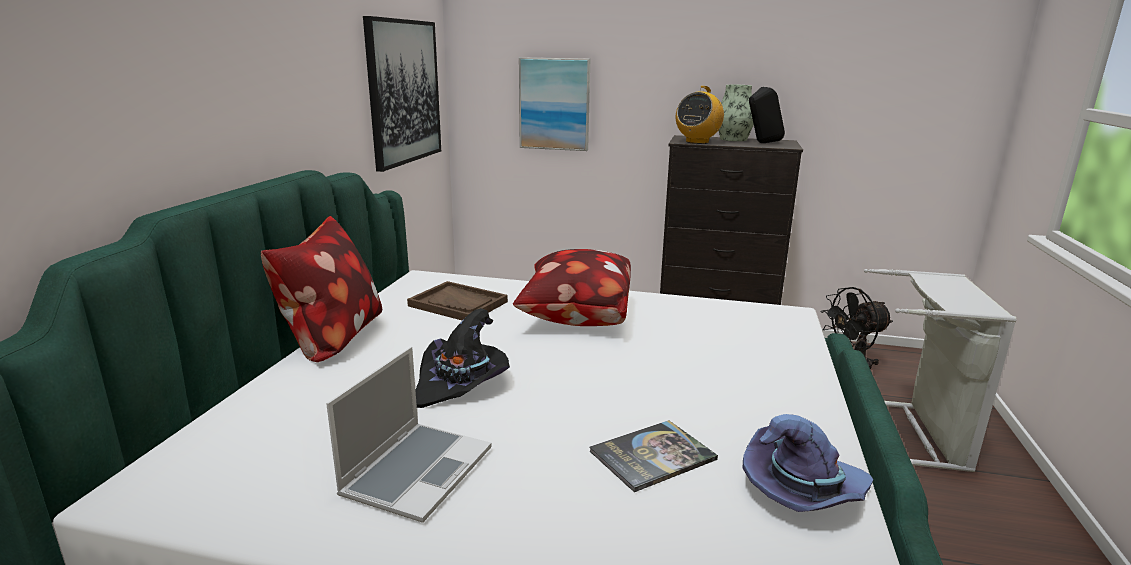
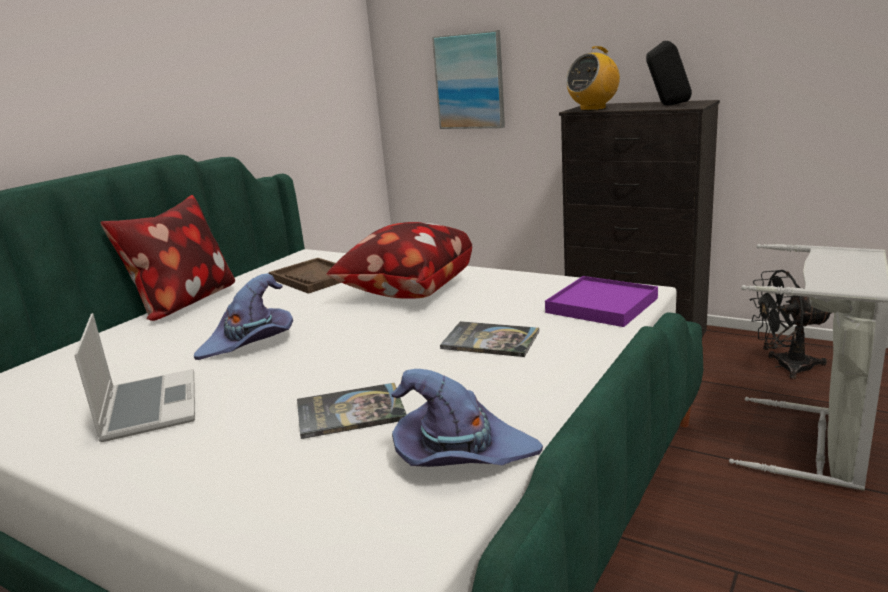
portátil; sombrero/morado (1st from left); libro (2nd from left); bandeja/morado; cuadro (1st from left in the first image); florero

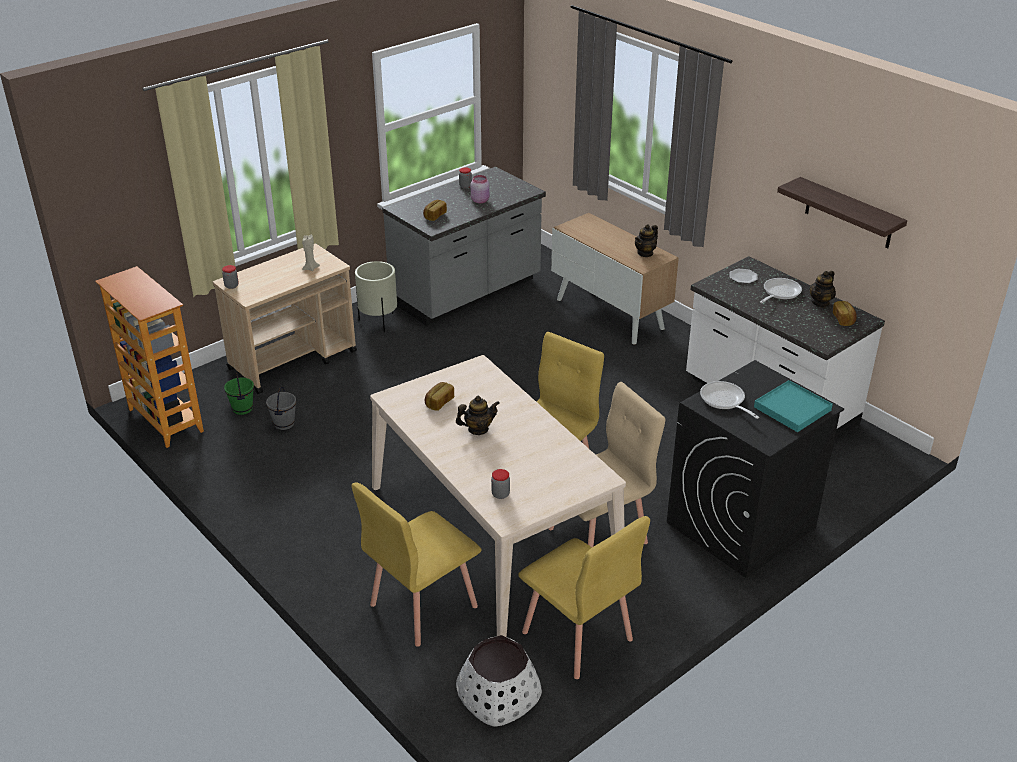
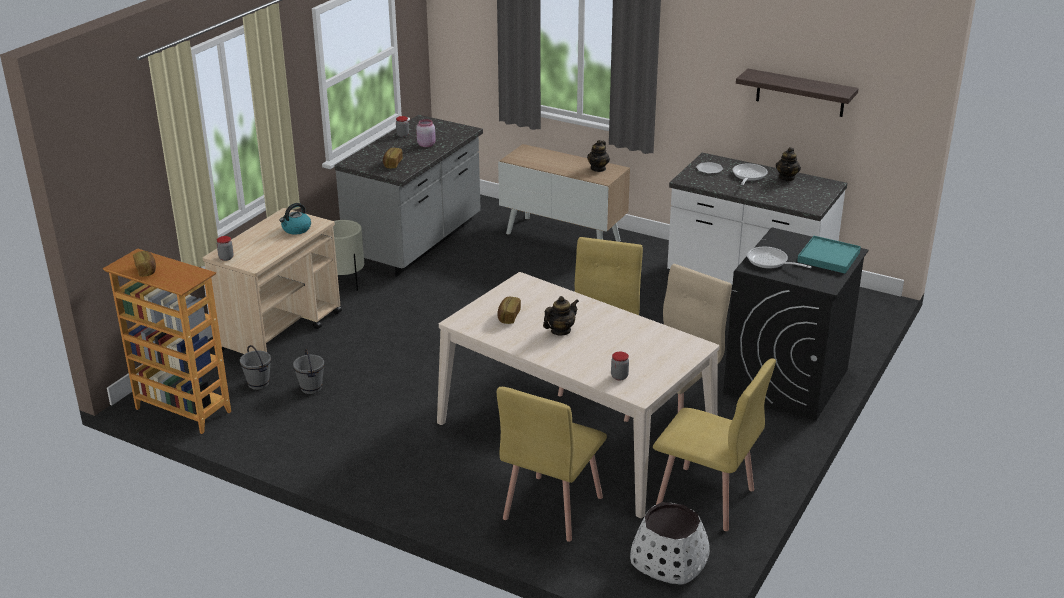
pan (1st from left); cubo/gris (1st from left); hervidor

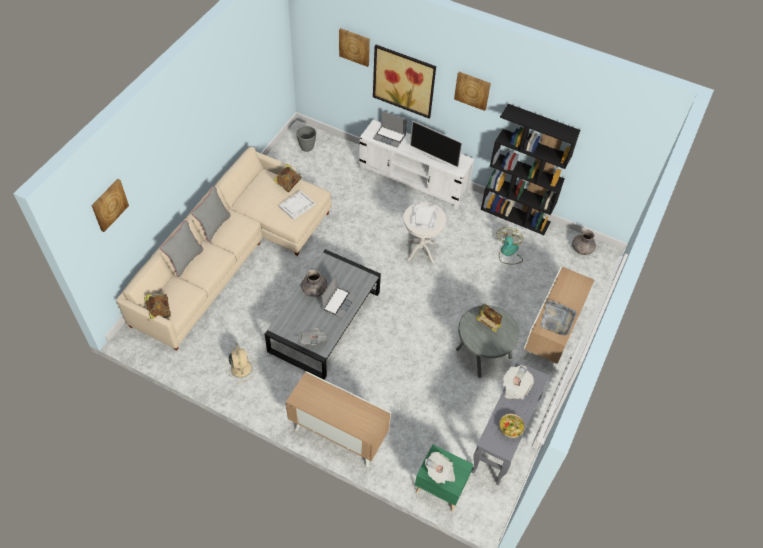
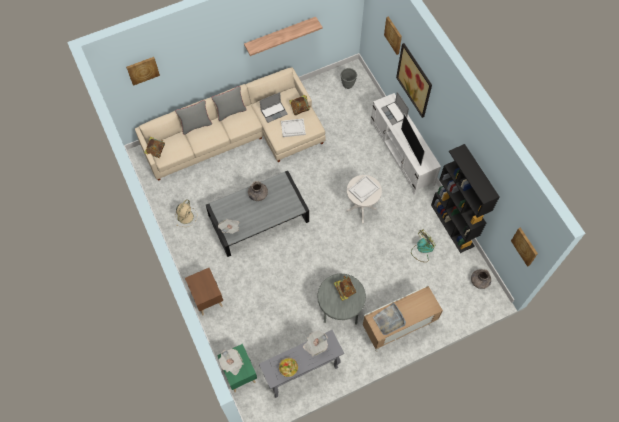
mesita de noche/marrón; estante; portátil (1st from left); cuadro (4th from left)

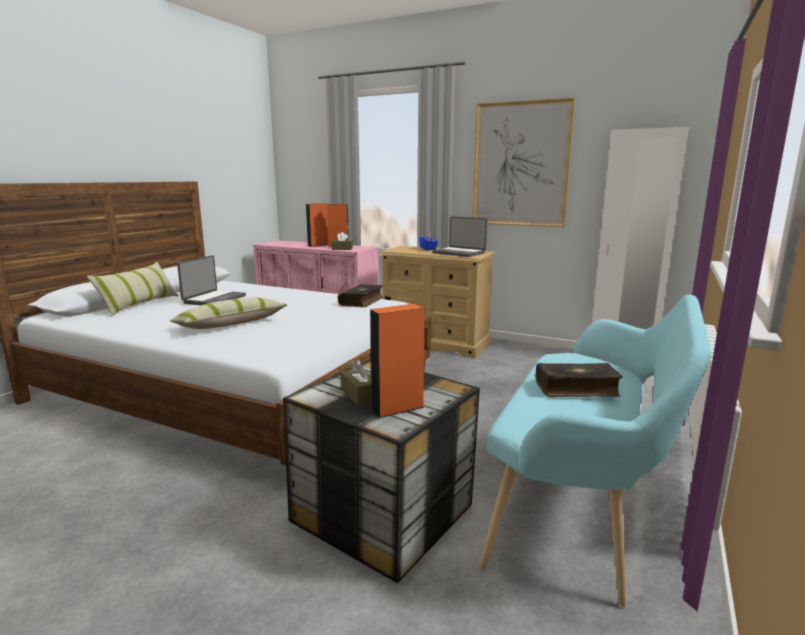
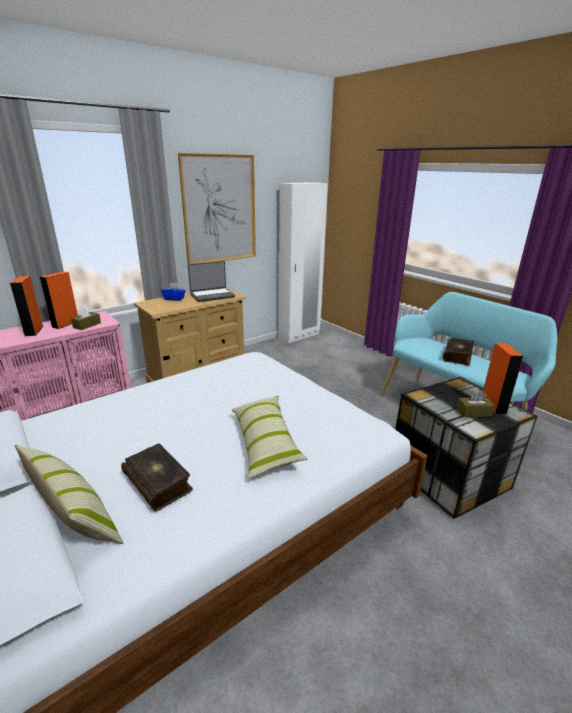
libro (1st from left); portátil (1st from left in the first image)

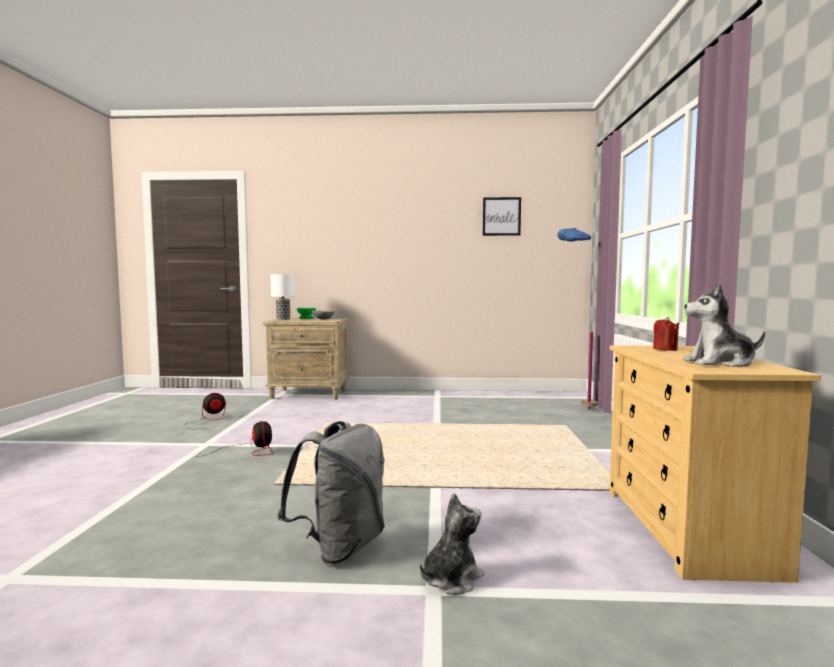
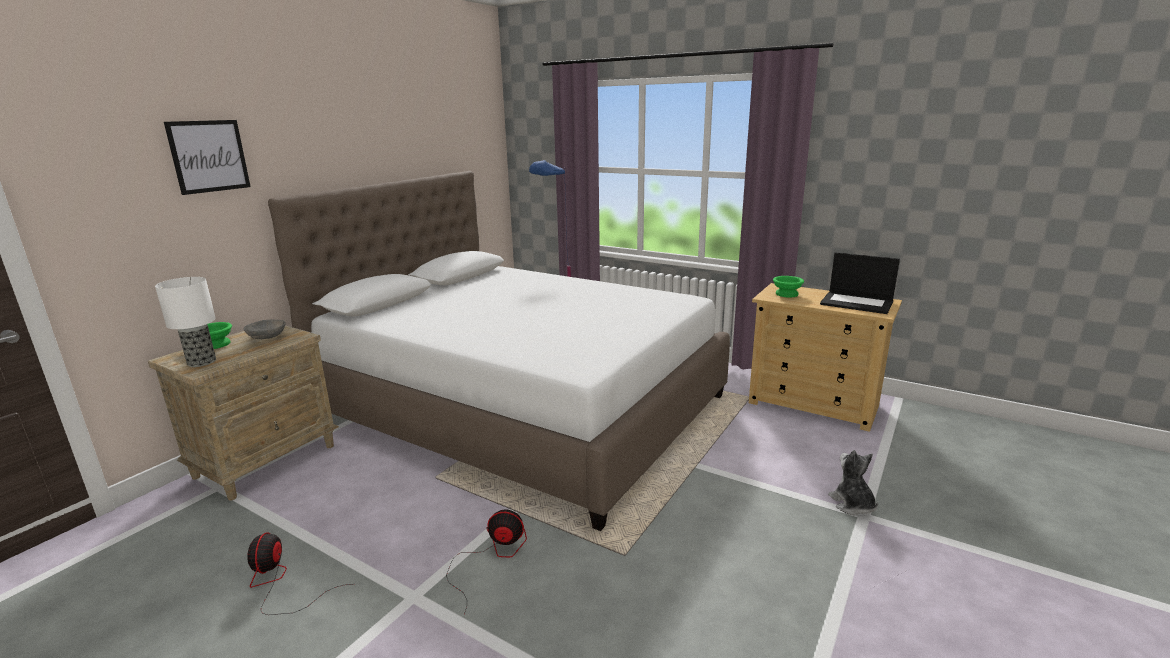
cuadro; cama/blanco; cuenco/verde (2nd from left); portátil; mochila/gris

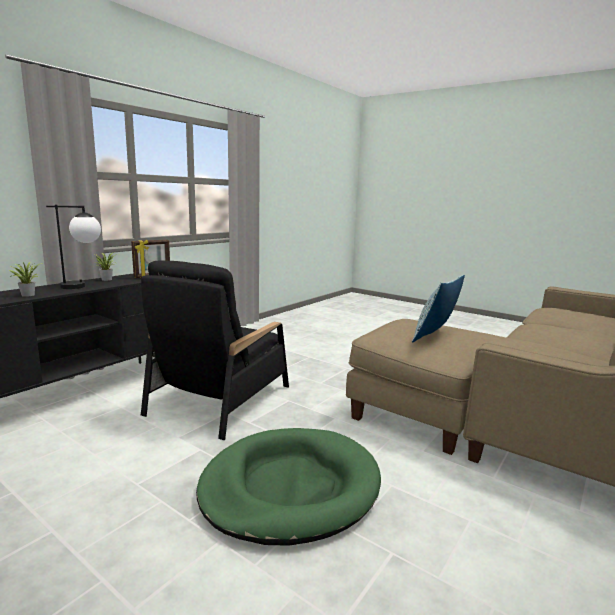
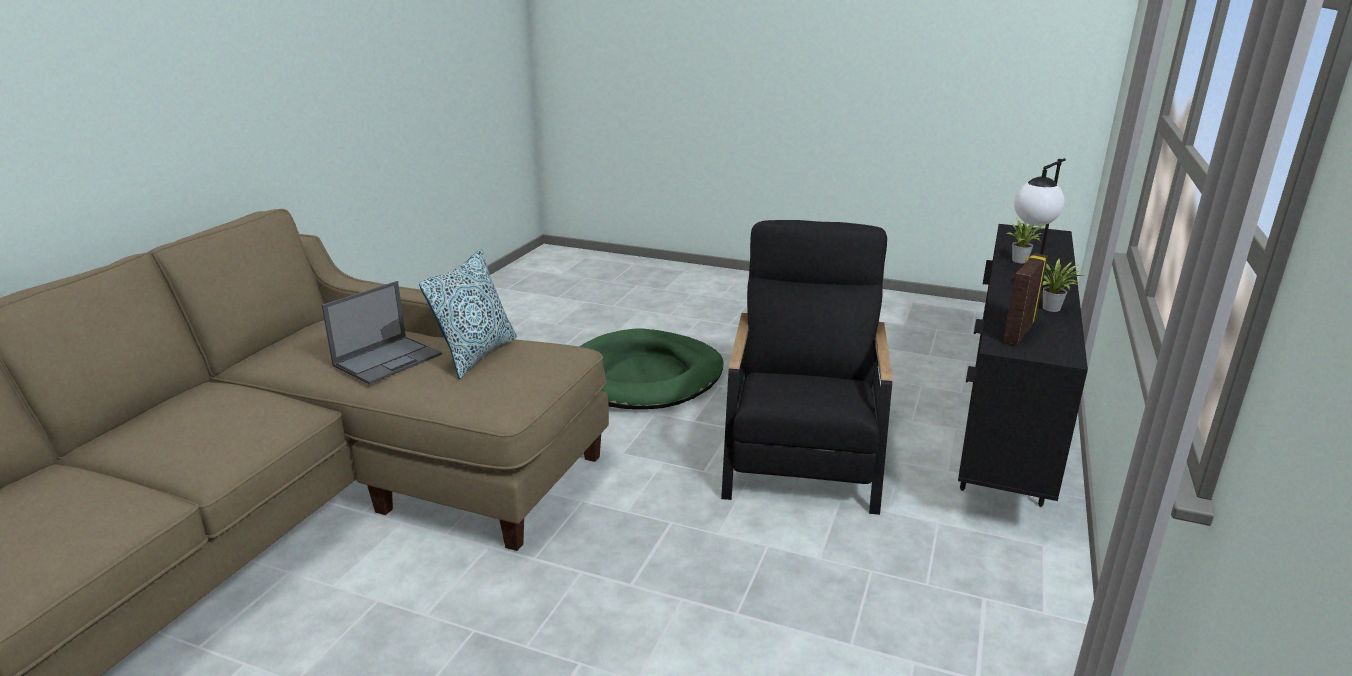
portátil

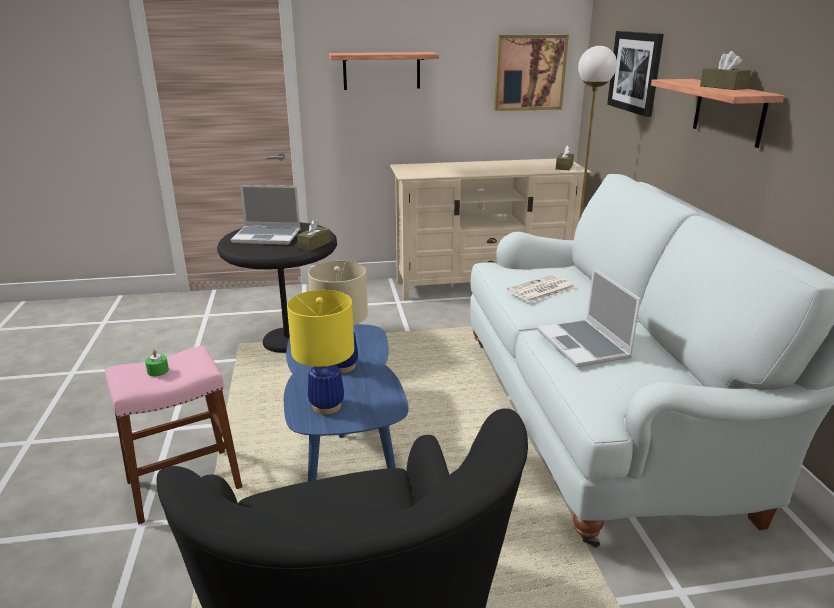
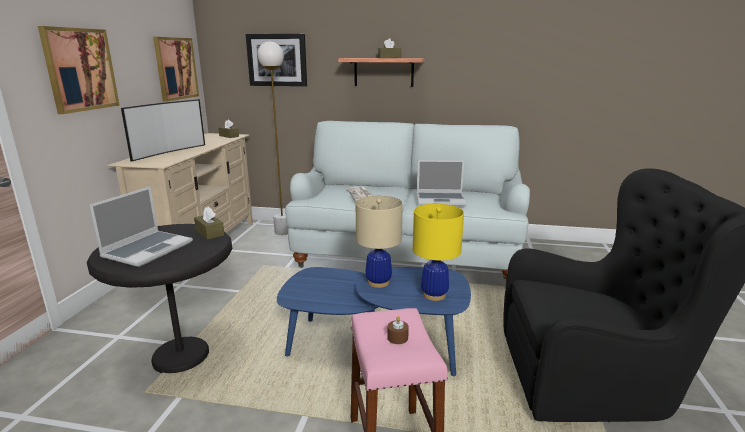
cuadro (1st from left); televisor; vela/marrón

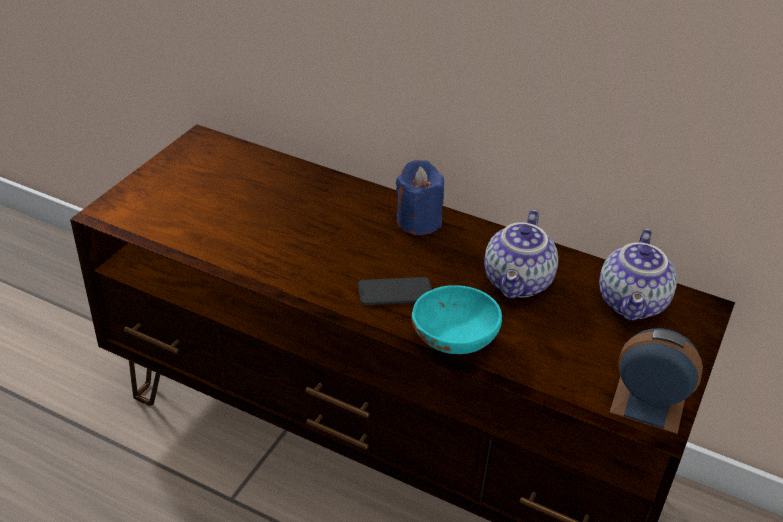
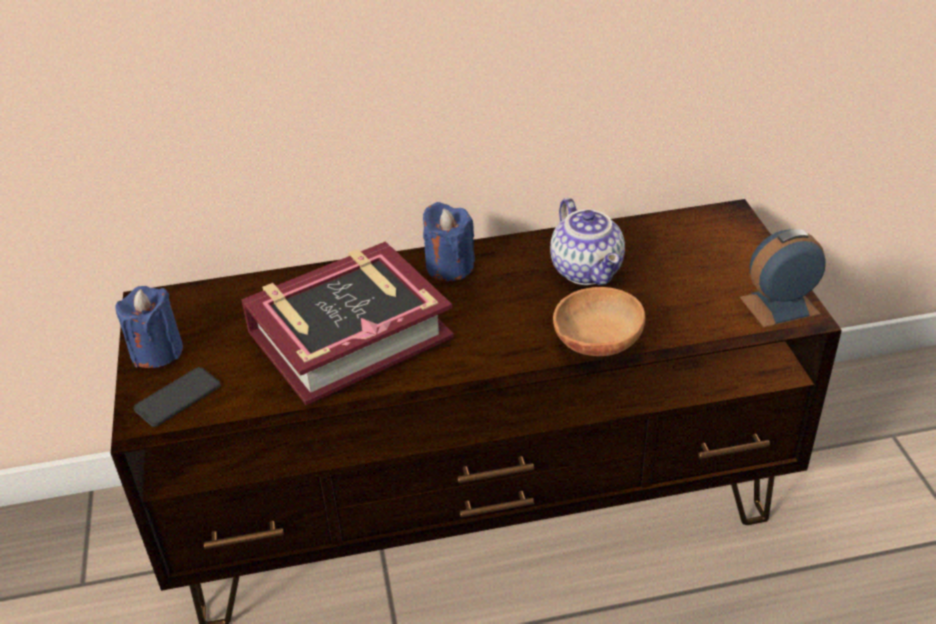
vela/azul (1st from left); móvil; libro; cuenco/marrón; tetera (2nd from left in the first image)

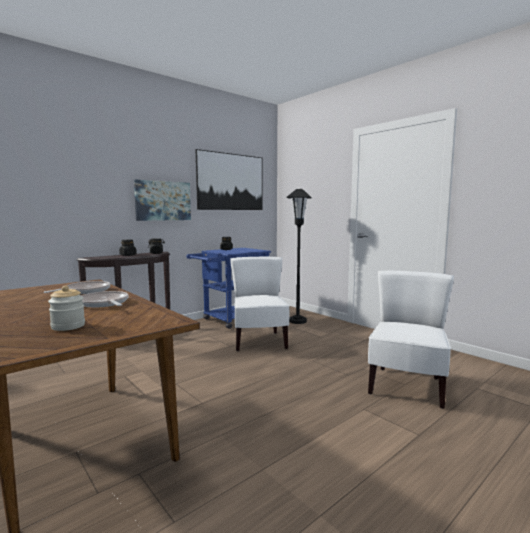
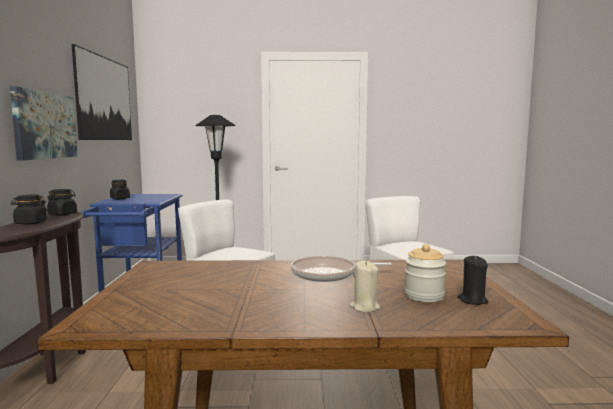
vela/beis; vela/negro; sartén (1st from left in the first image)

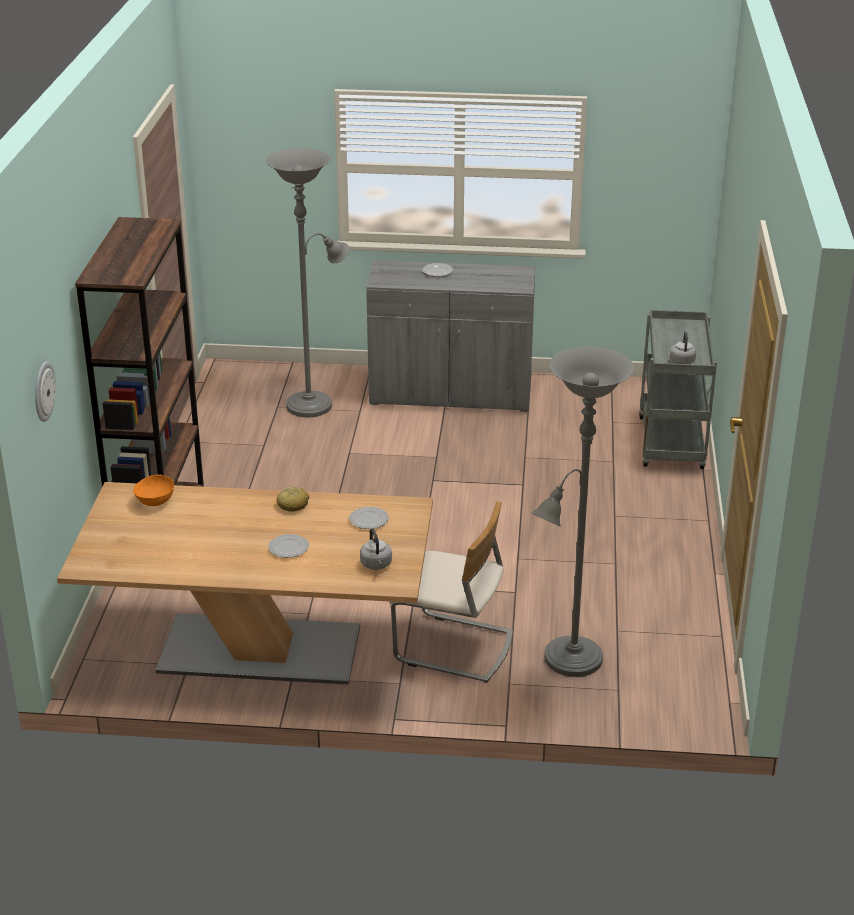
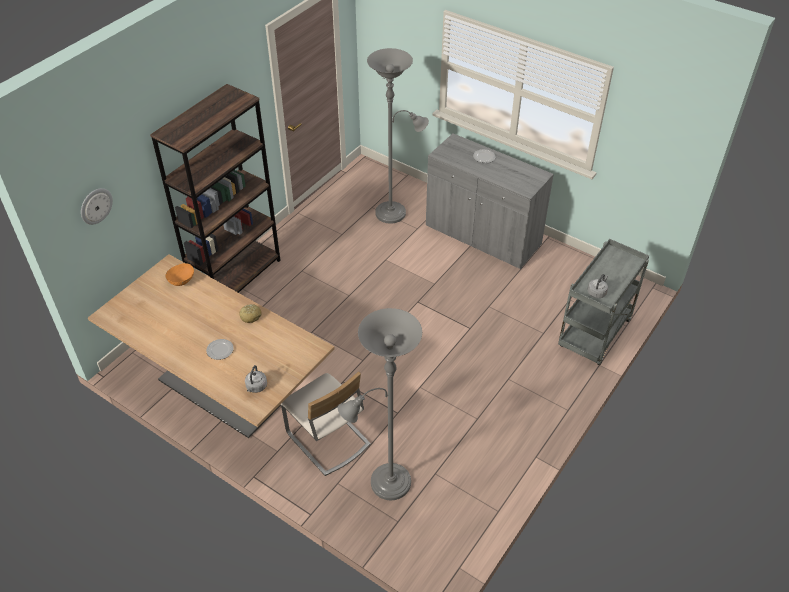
plato (2nd from left in the first image)

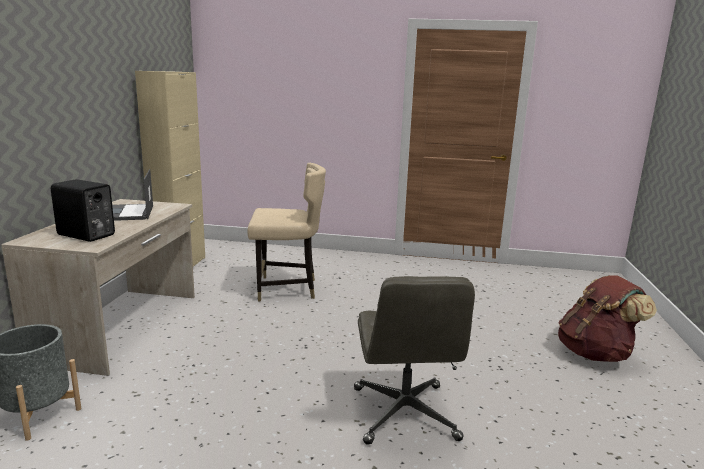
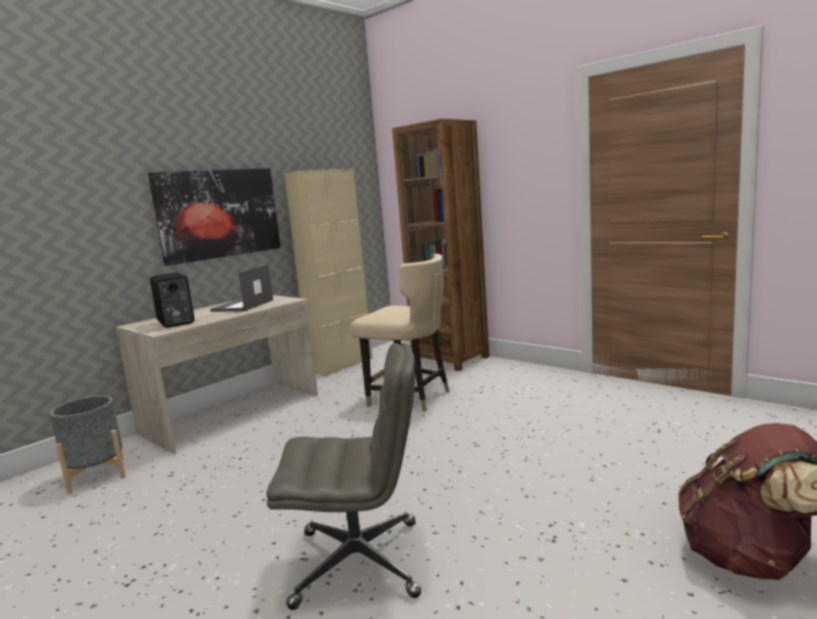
cuadro; silla de oficina/gris; estantería/marrón

